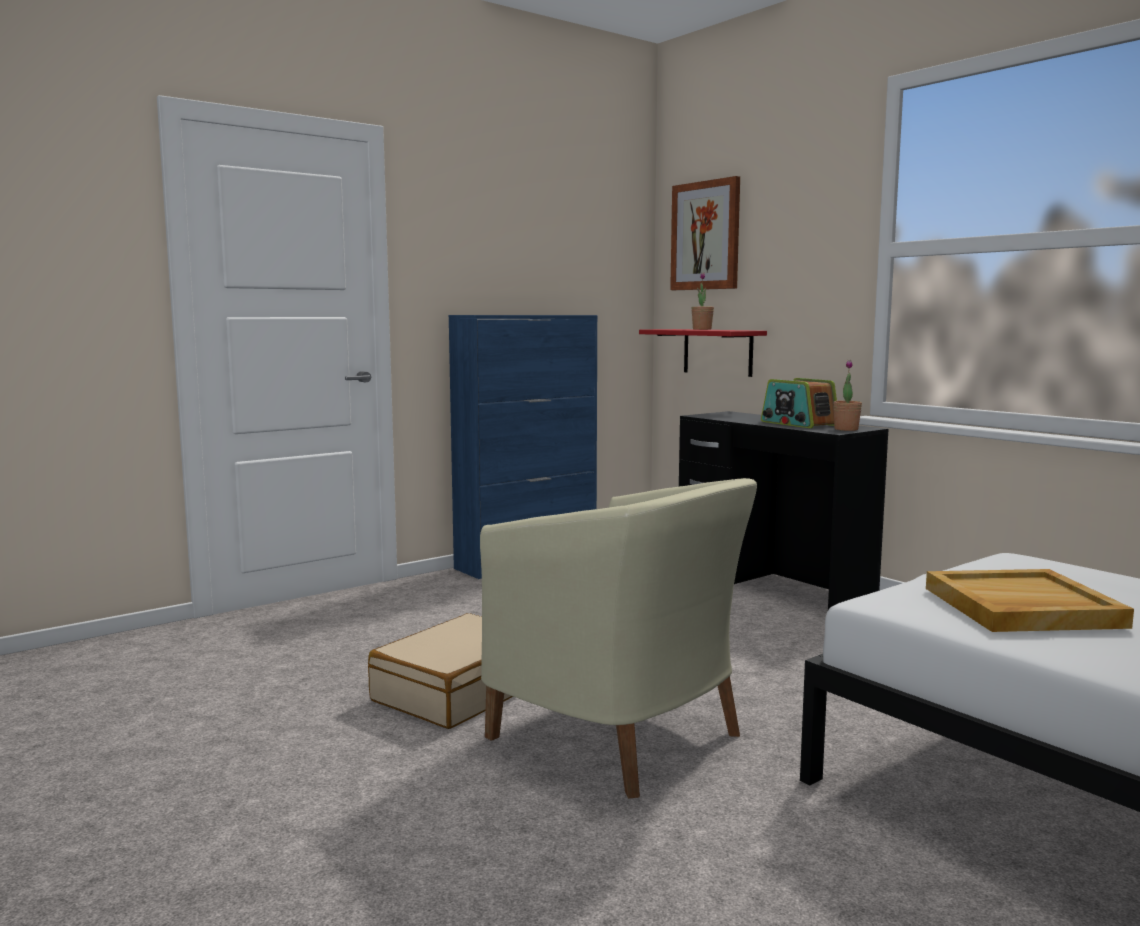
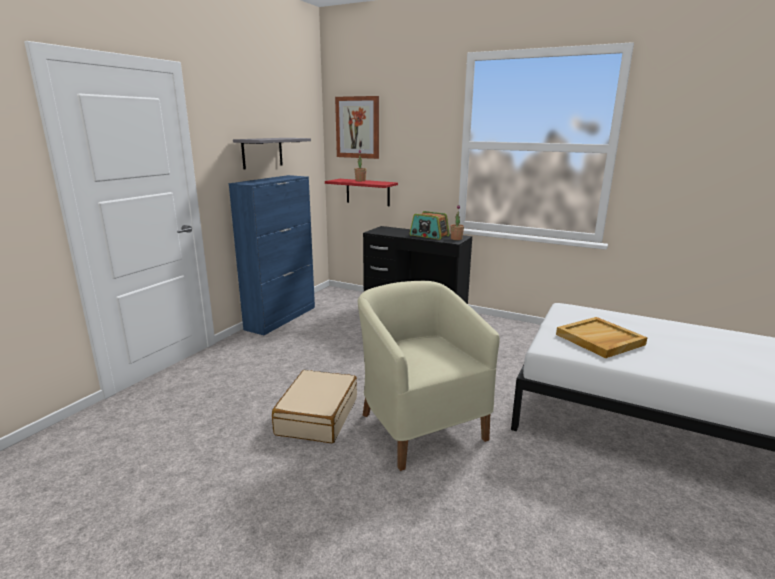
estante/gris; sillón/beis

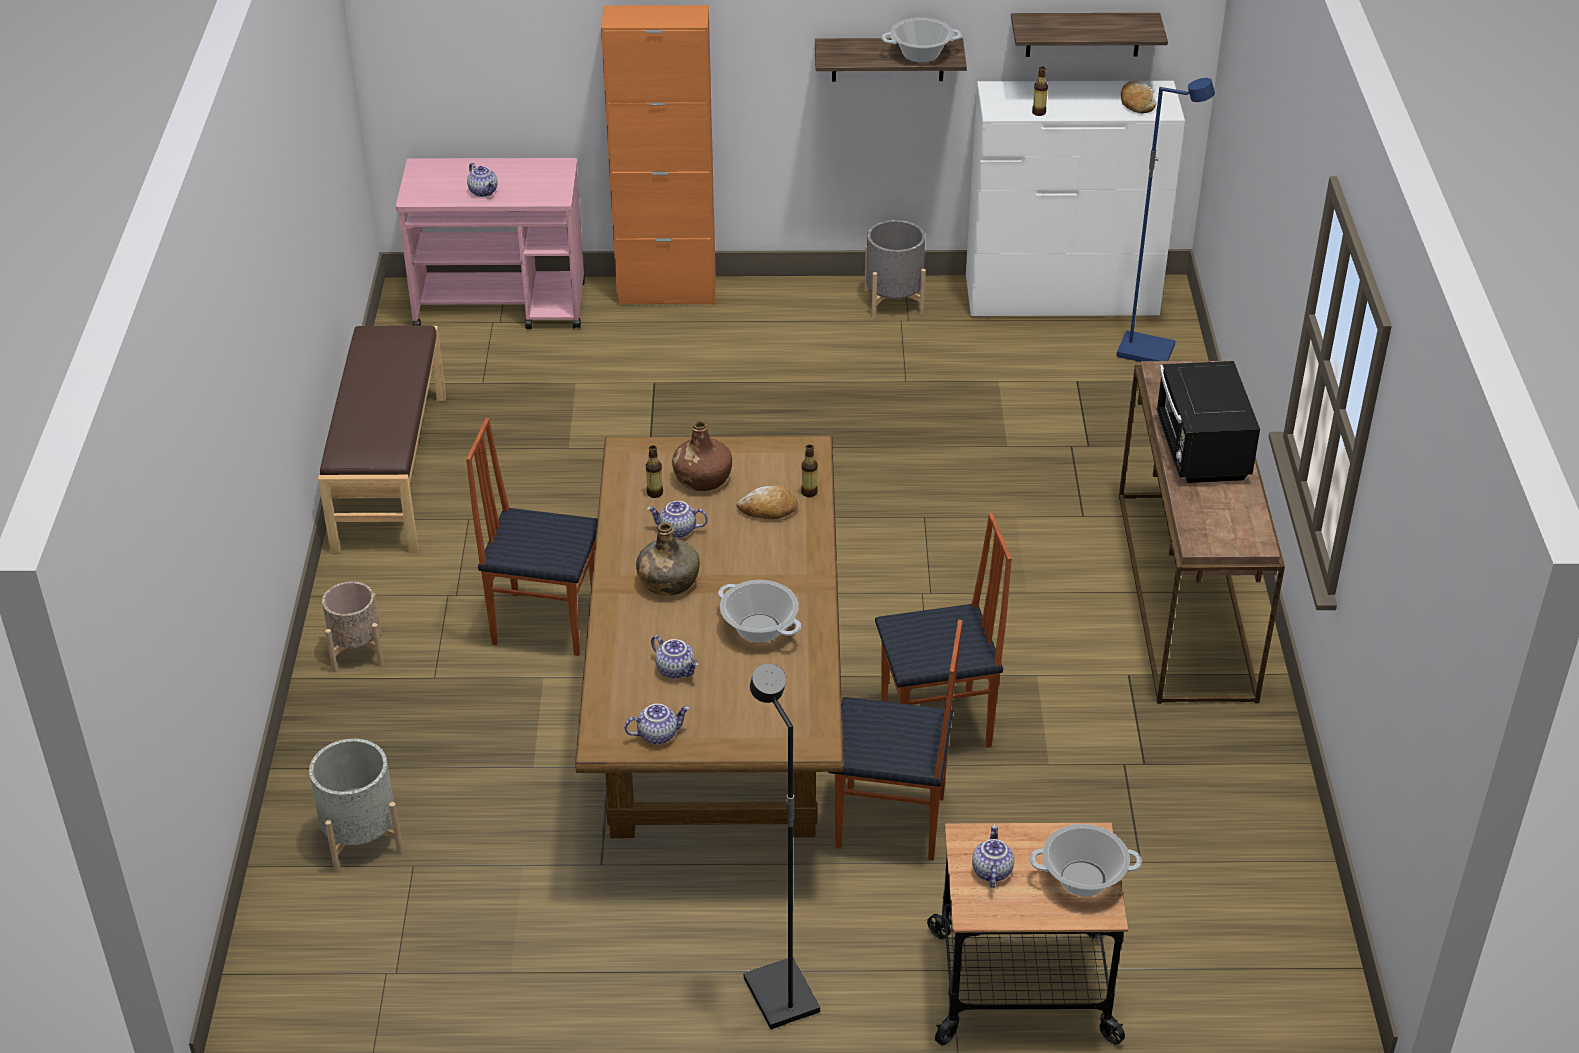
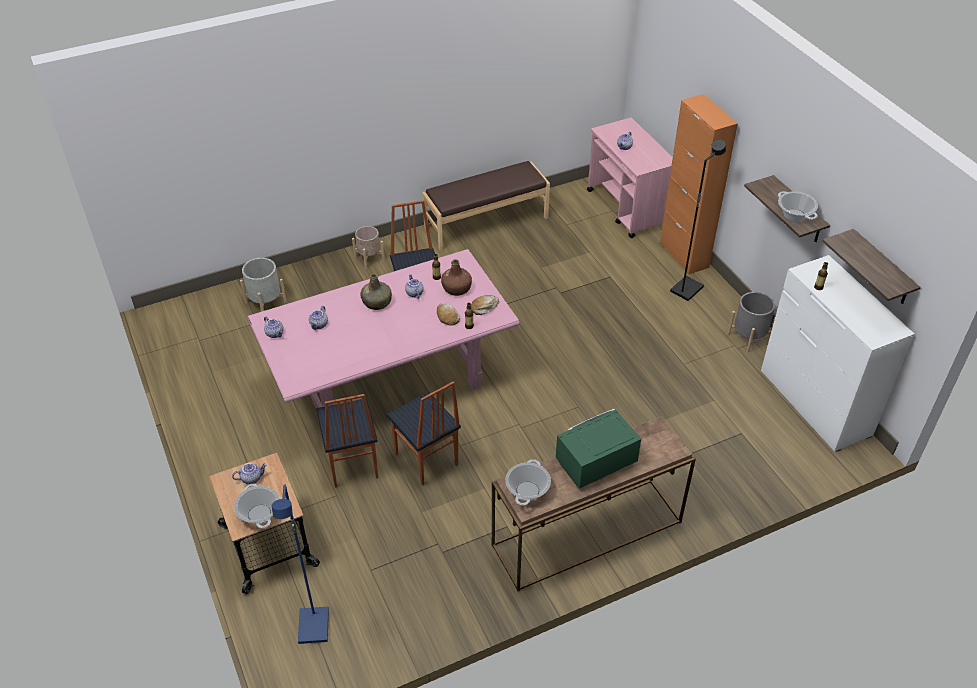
mesa de comedor/rosa; lámpara de pie/azul; pan (2nd from left); olla (2nd from left); microondas/verde; lámpara de pie/negro

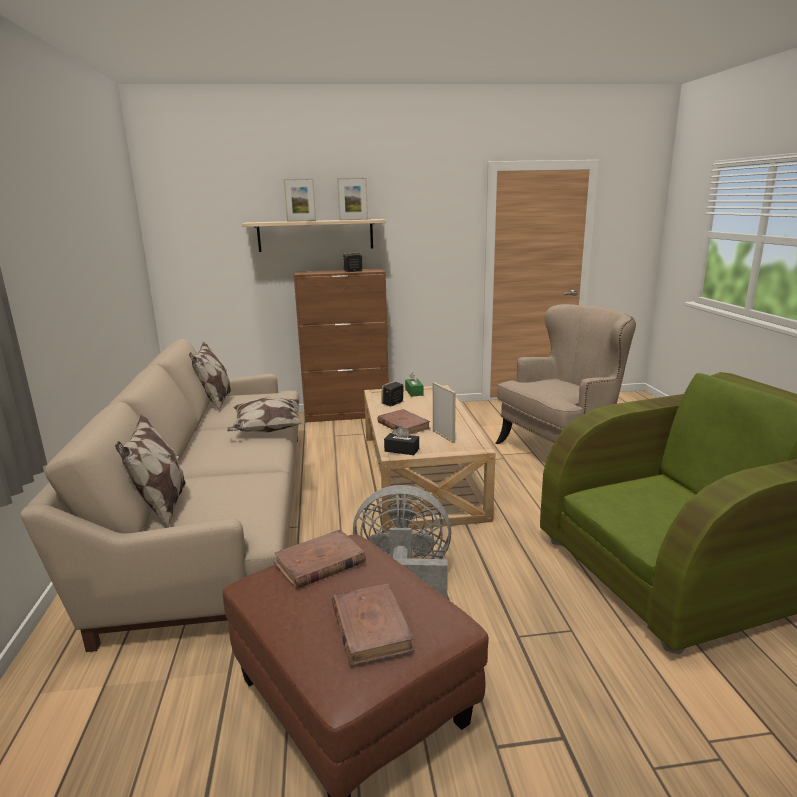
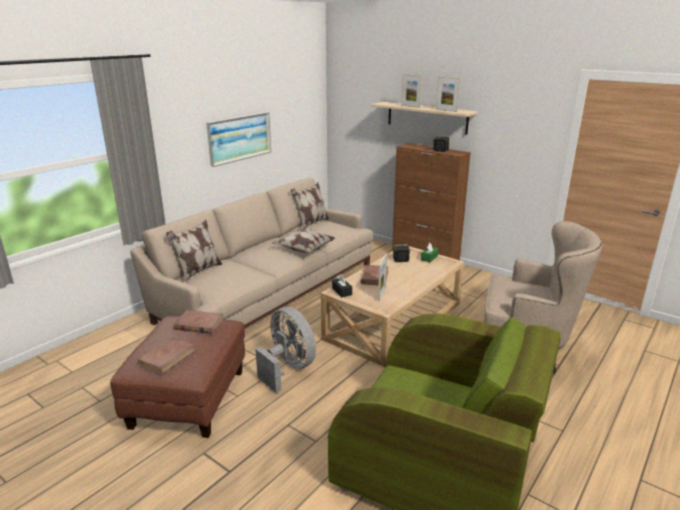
cuadro

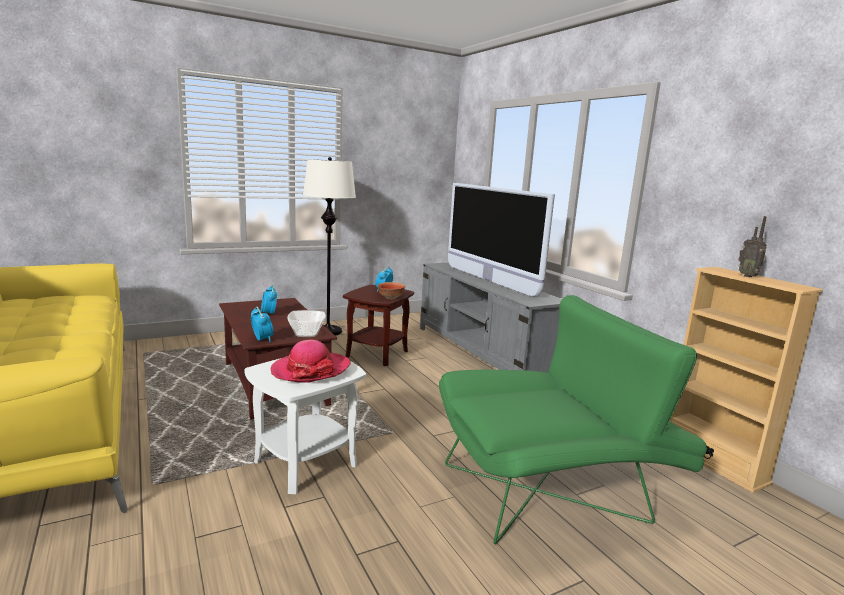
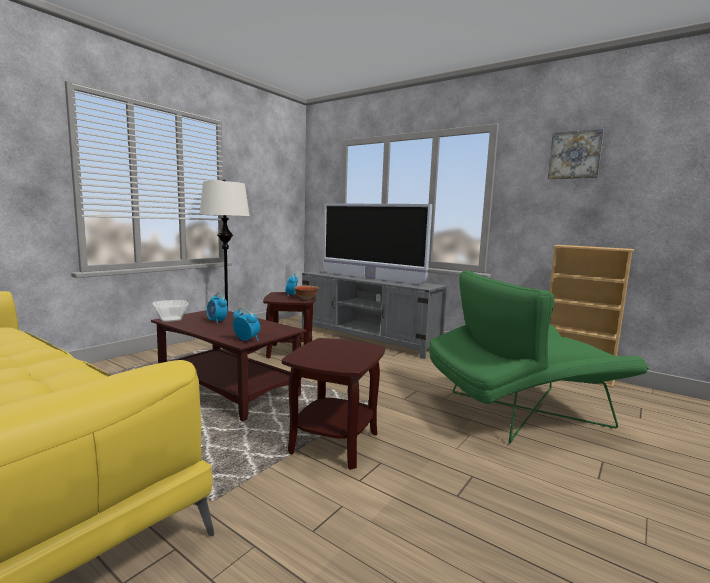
cuenco (1st from left); mesa auxiliar/marrón (2nd from left); sillón/verde; cuadro; sombrero; radio

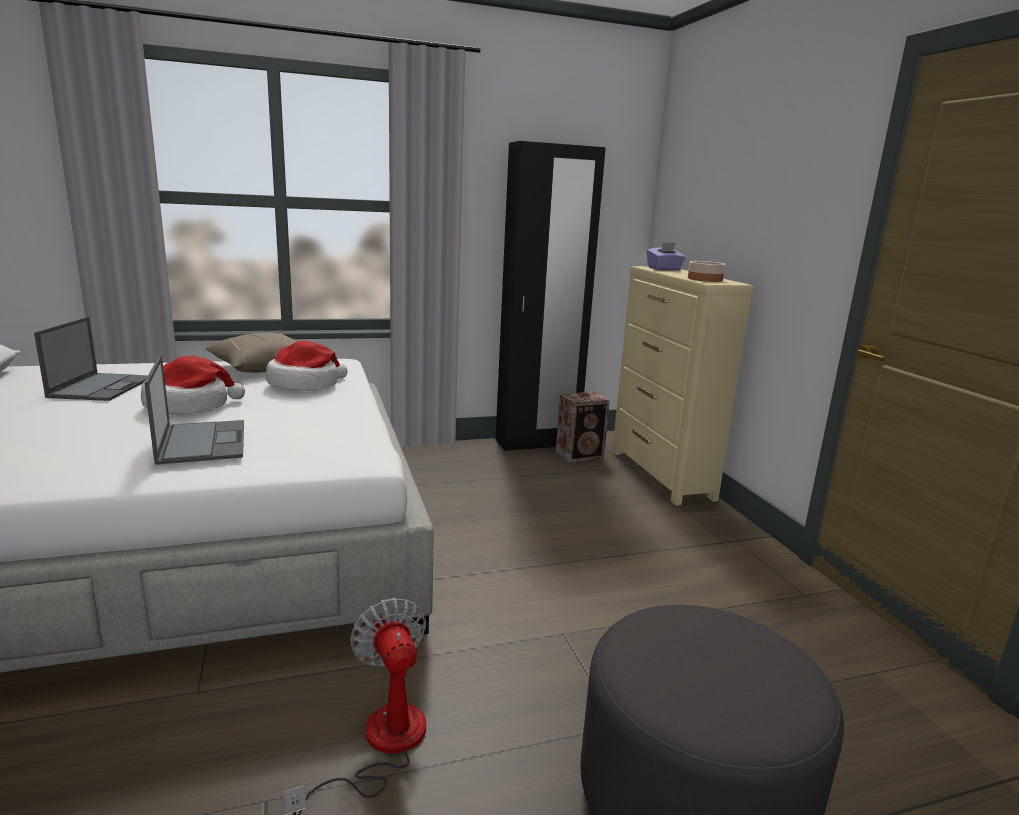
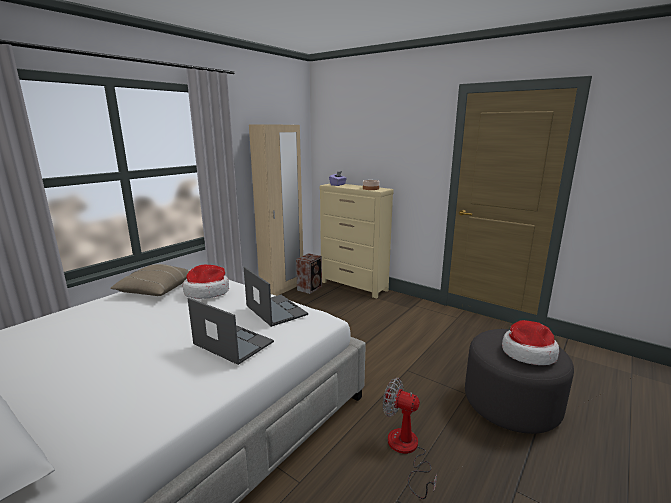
portátil (2nd from left); armario ropero/beis; sombrero (2nd from left)

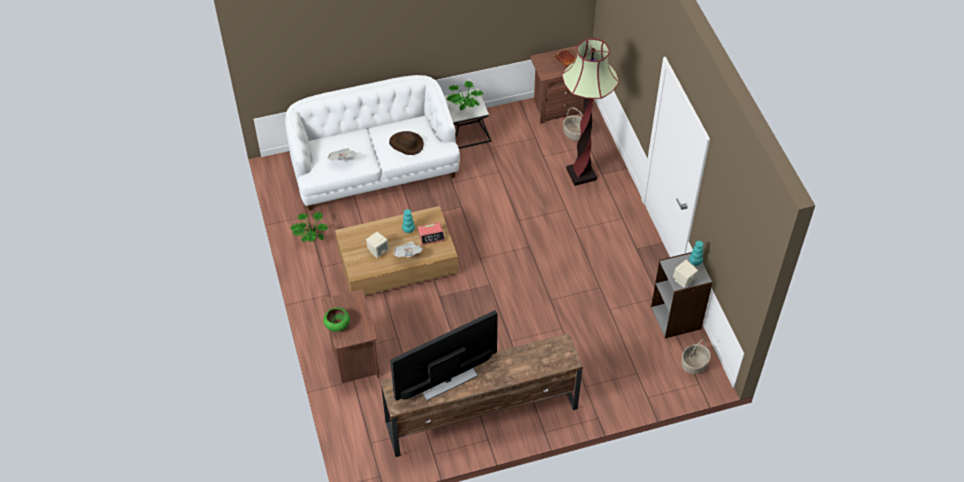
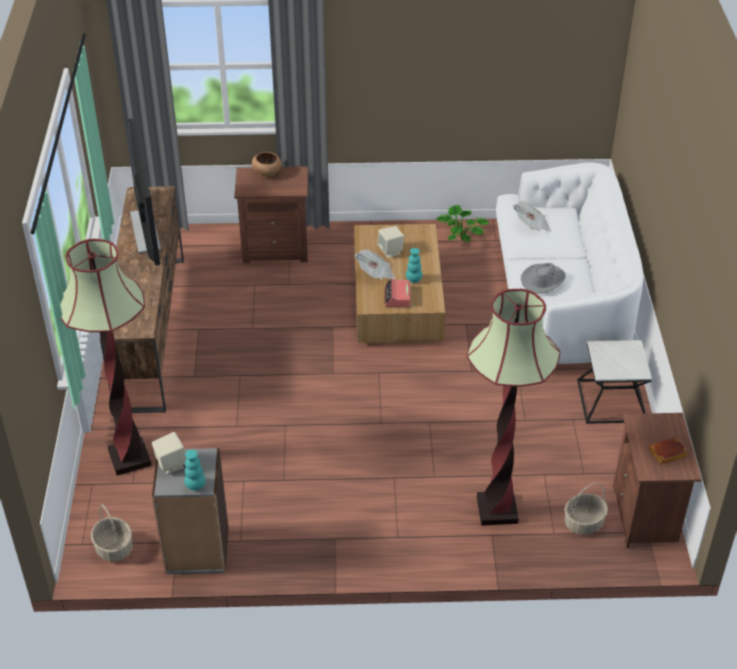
lámpara de pie (1st from left); cuenco/marrón; sombrero/gris; planta en maceta (2nd from left in the first image)

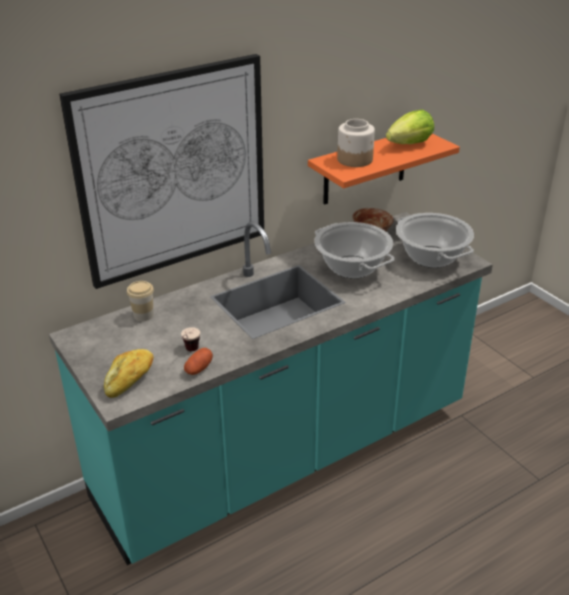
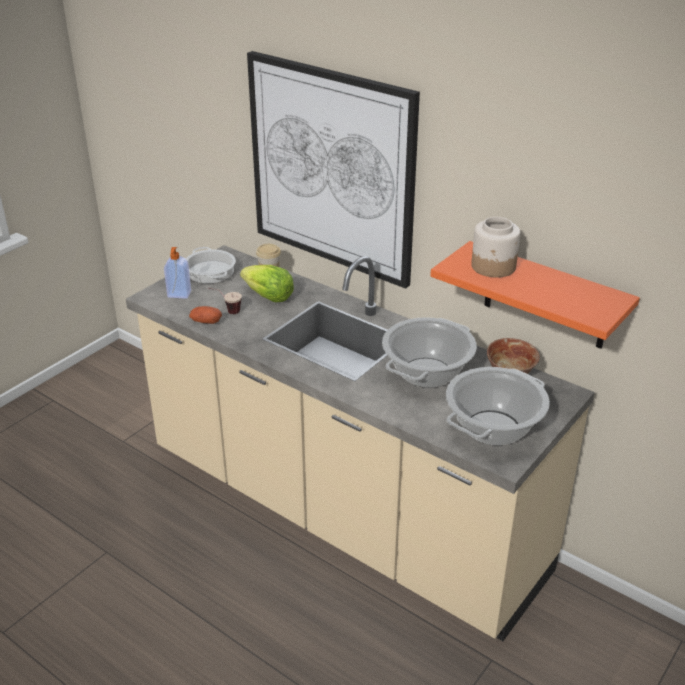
mueble bajo de cocina/beis; dispensador de jabón; olla (1st from left); lechuga

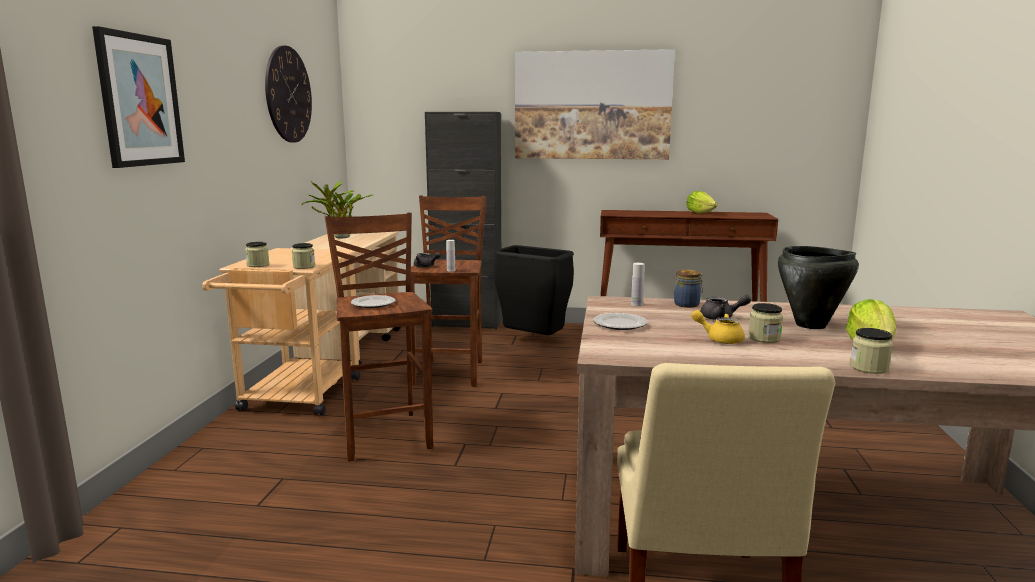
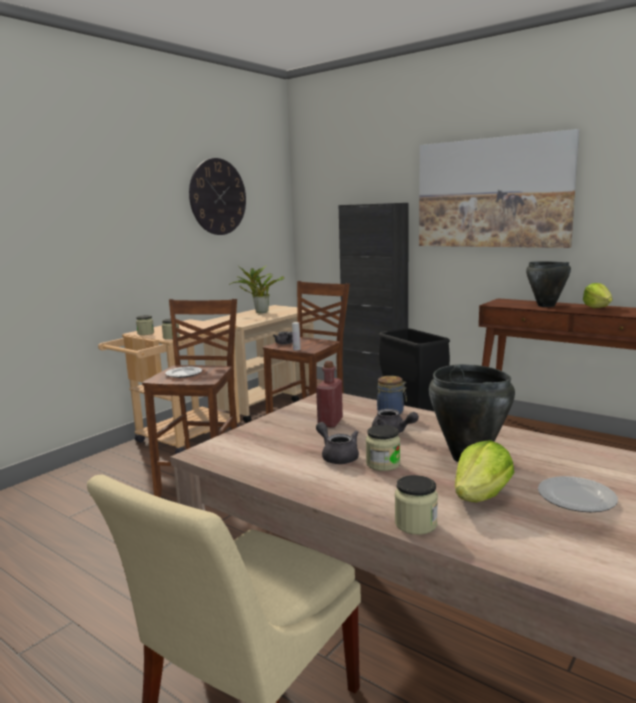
botella/rojo; tetera/gris (2nd from left); olla/negro (2nd from left); plato (2nd from left); cuadro (1st from left in the first image); botella/blanco (2nd from left in the first image)

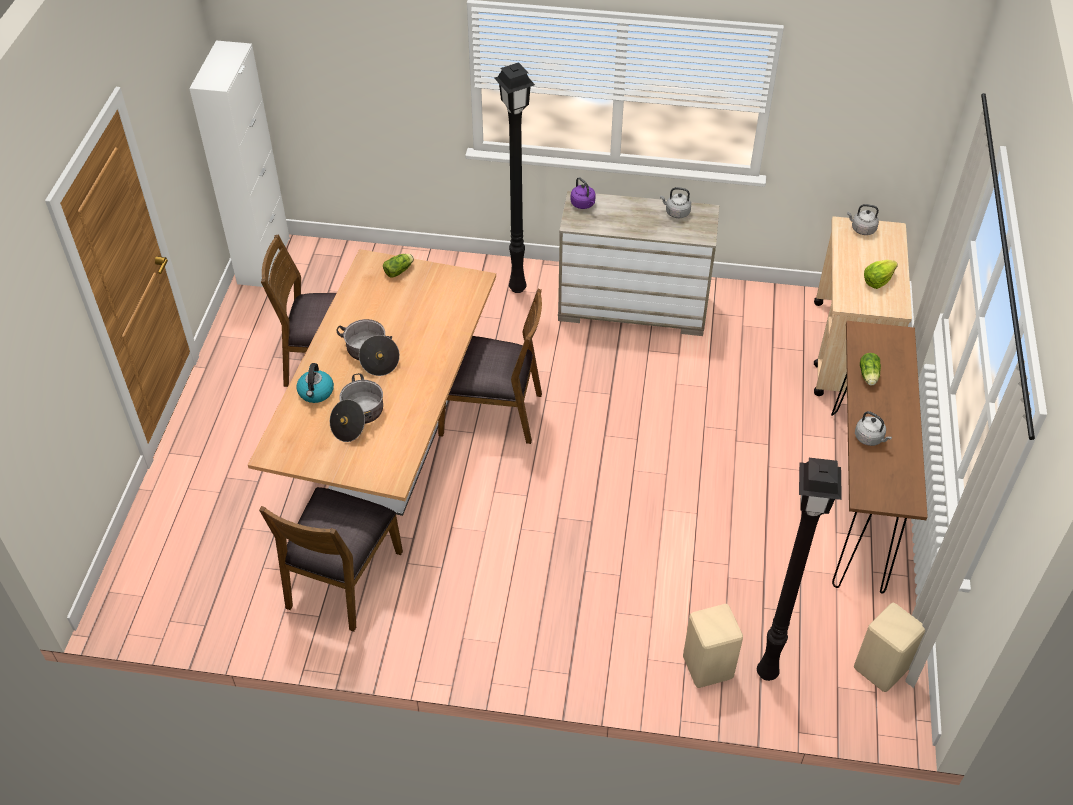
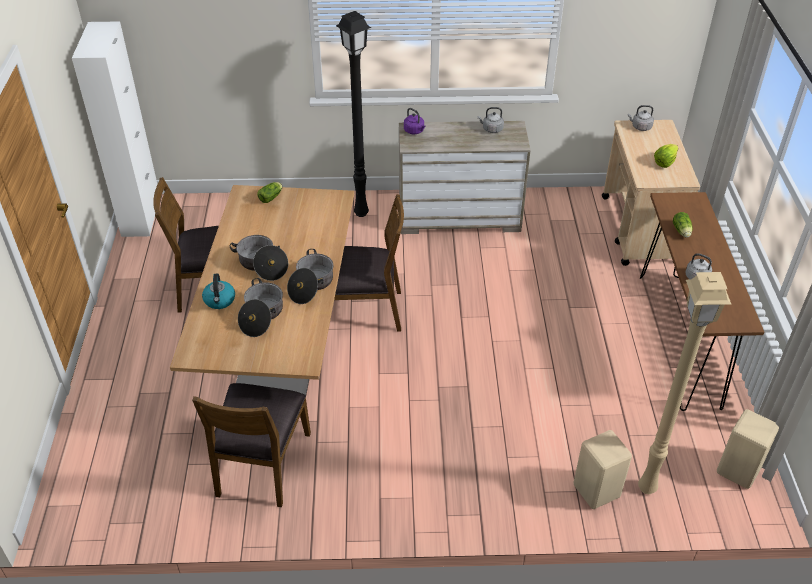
olla (3rd from left); lámpara de pie/beis

